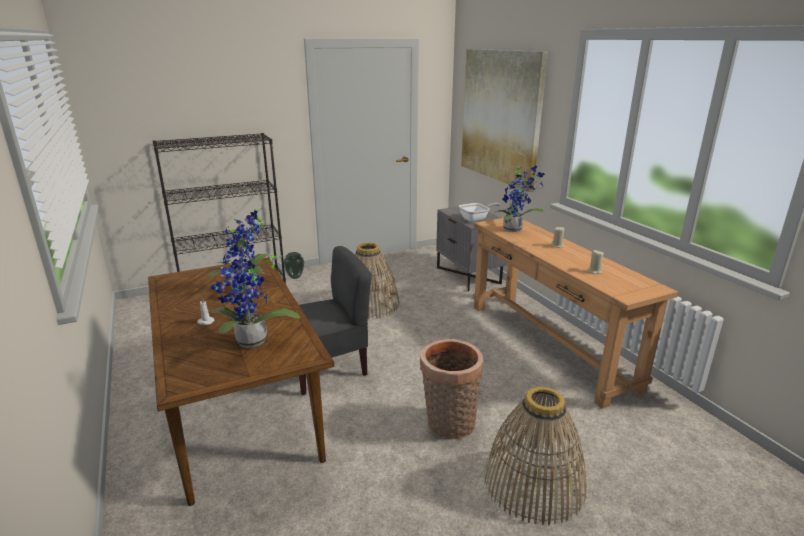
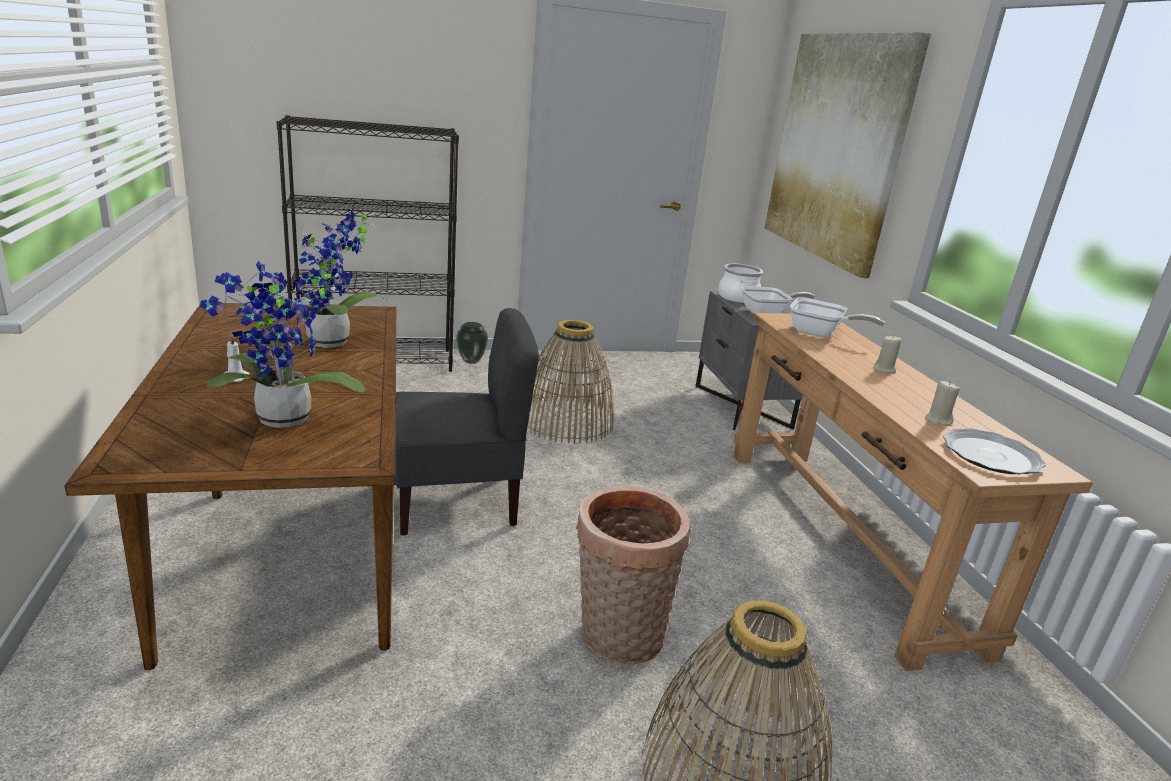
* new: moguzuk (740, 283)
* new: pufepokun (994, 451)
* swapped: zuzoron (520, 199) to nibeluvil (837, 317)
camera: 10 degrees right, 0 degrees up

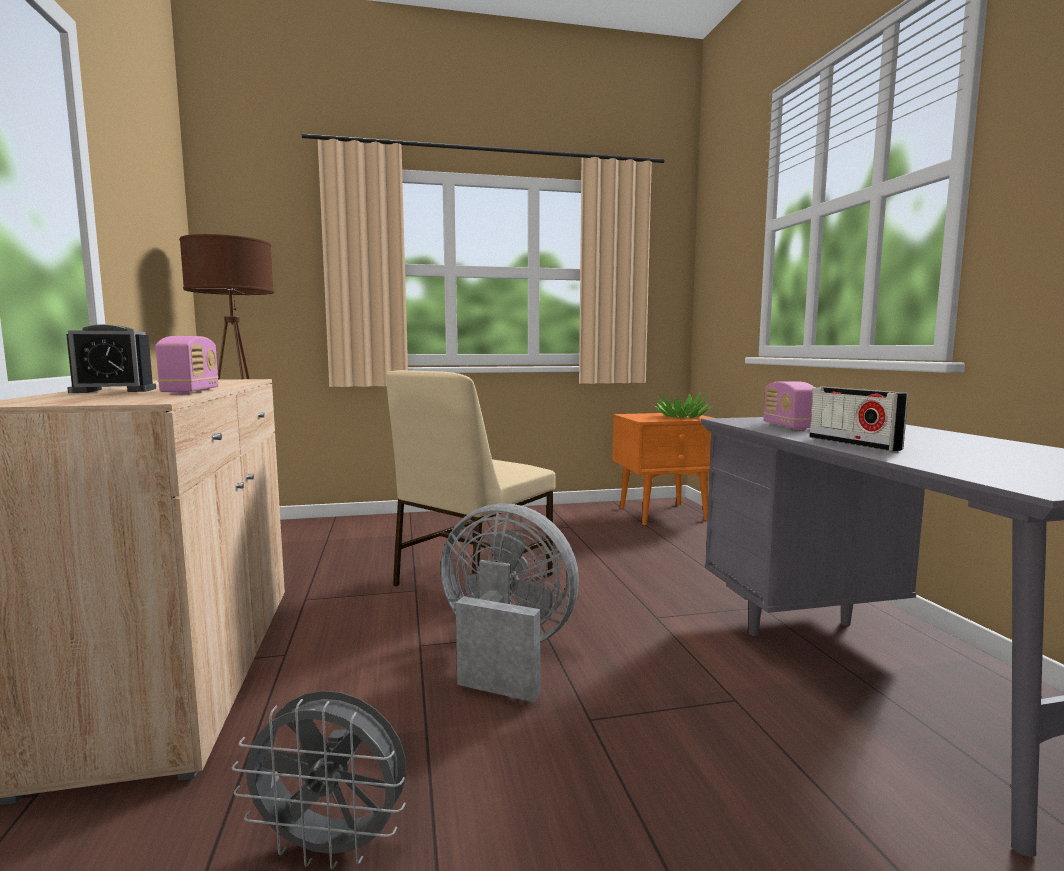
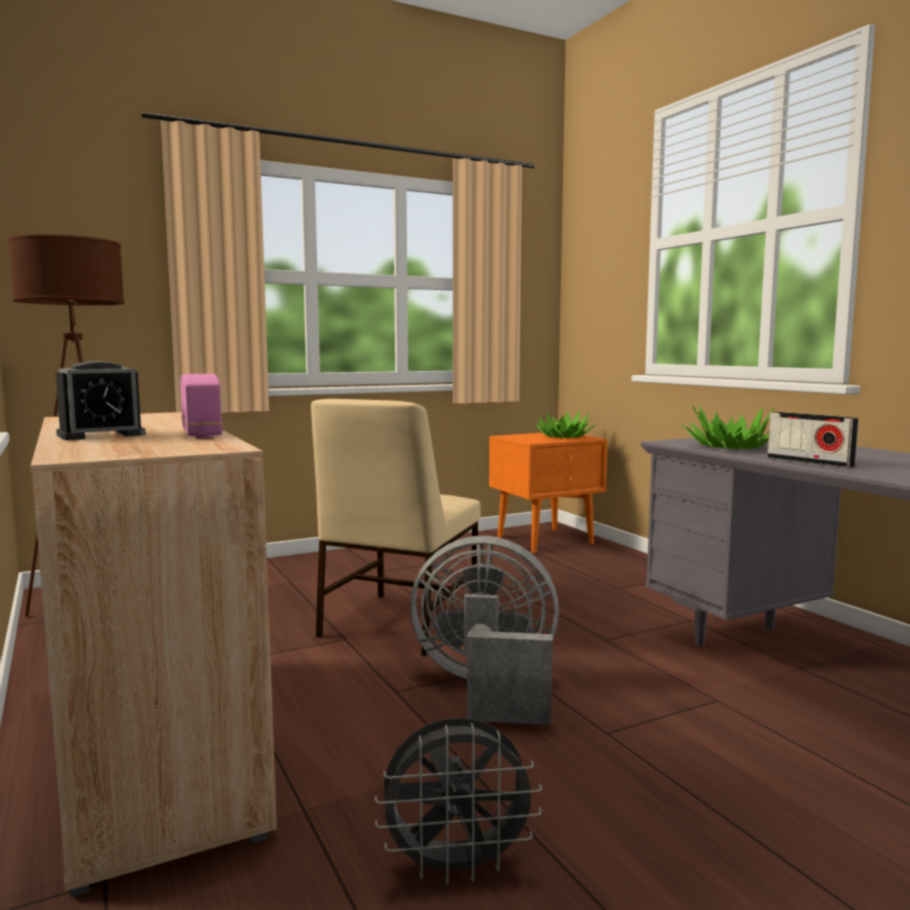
* swapped: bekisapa (788, 405) to zuzoron (727, 427)
camera: 15 degrees left, 0 degrees up

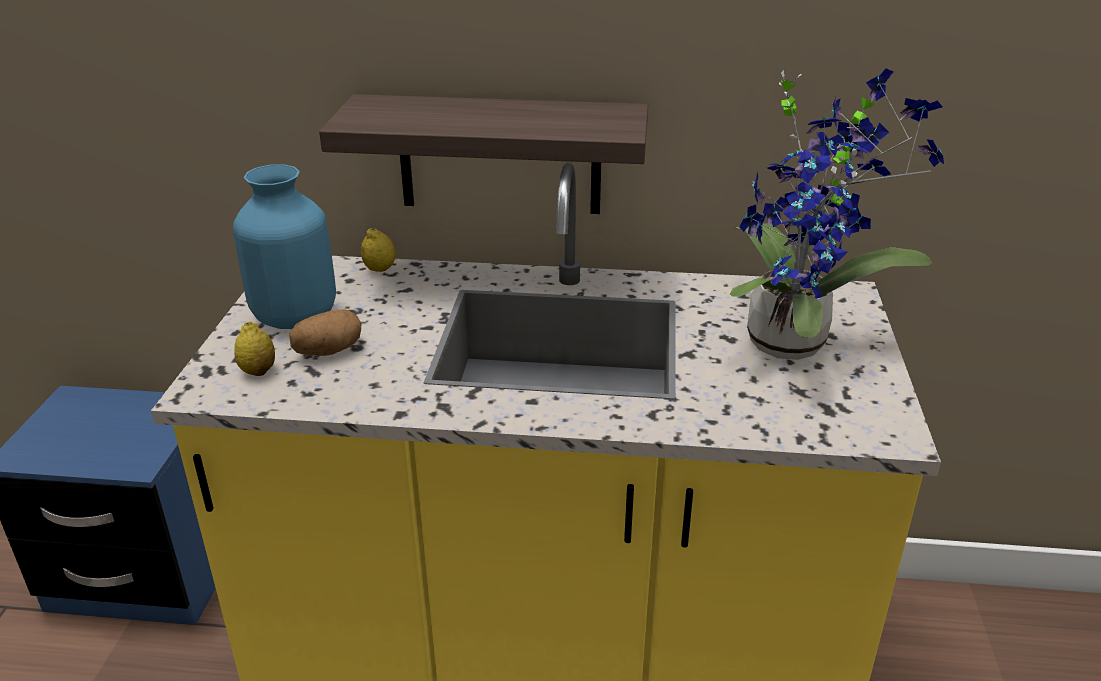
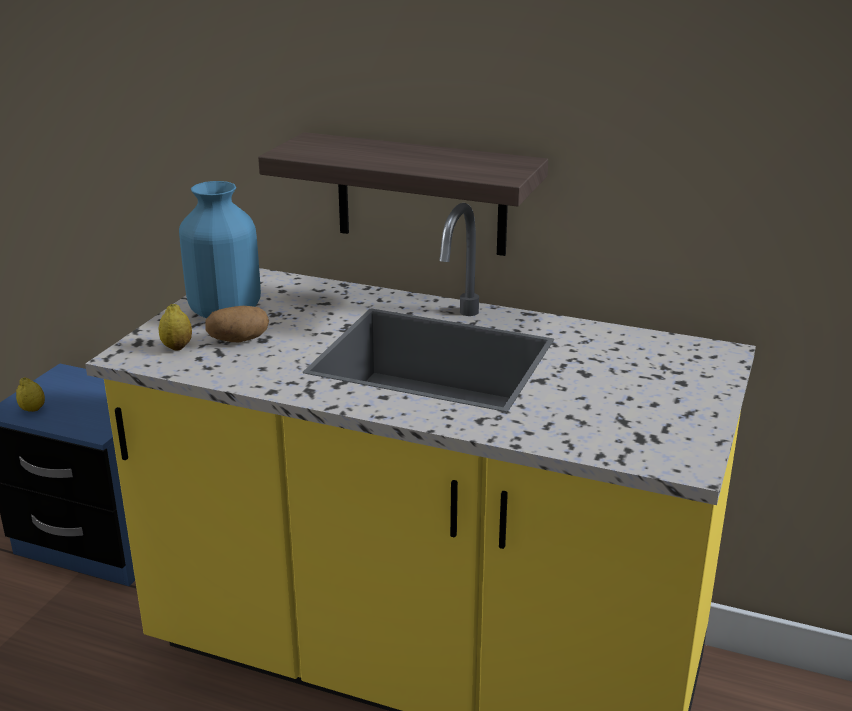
* gone: zuzoron (837, 214)
* shifted: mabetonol (378, 250) to (30, 394)
camera: 15 degrees right, 5 degrees down

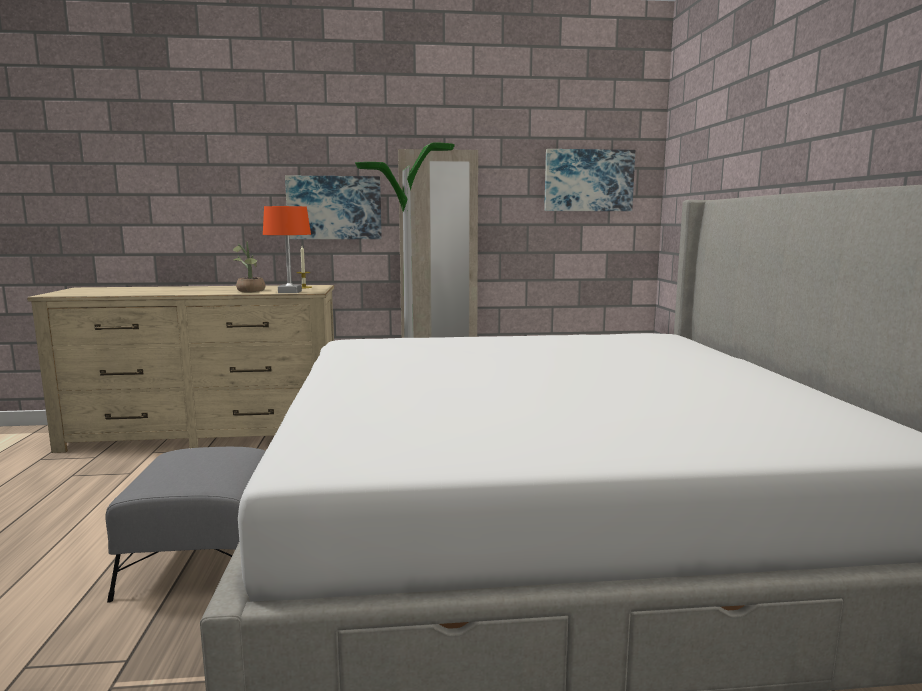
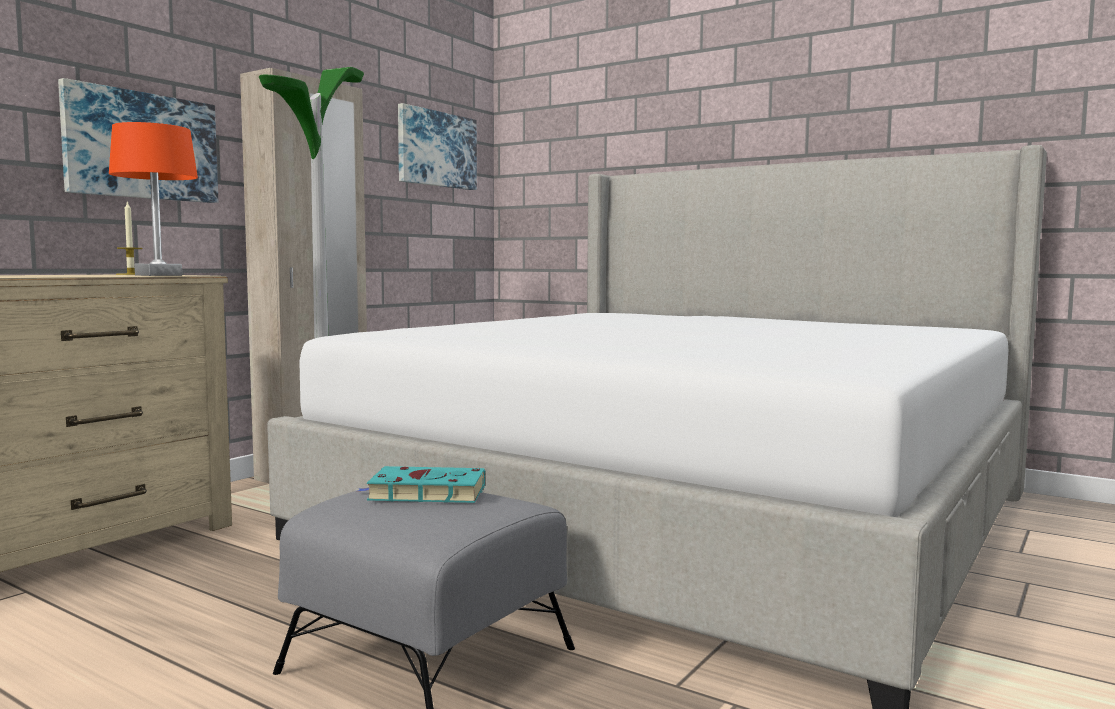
* gone: zuzoron (249, 266)
* new: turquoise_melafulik (421, 484)
camera: 50 degrees left, 5 degrees down

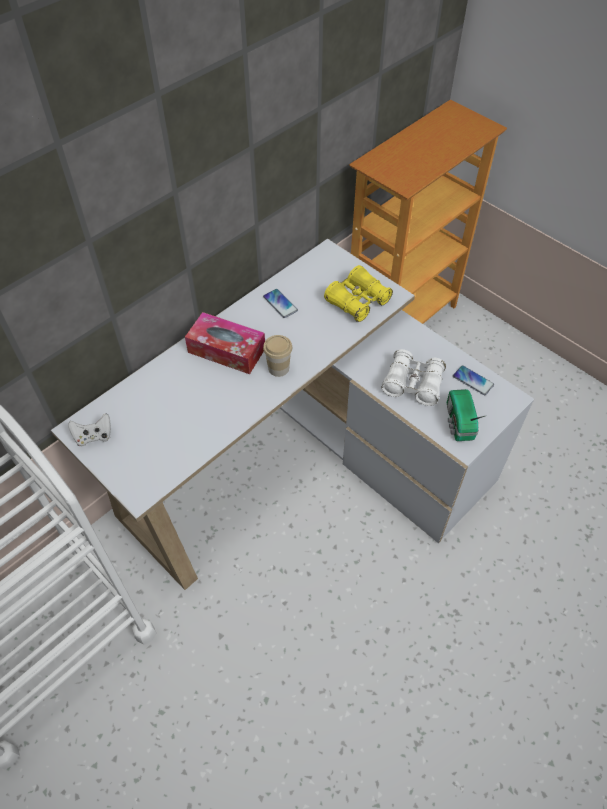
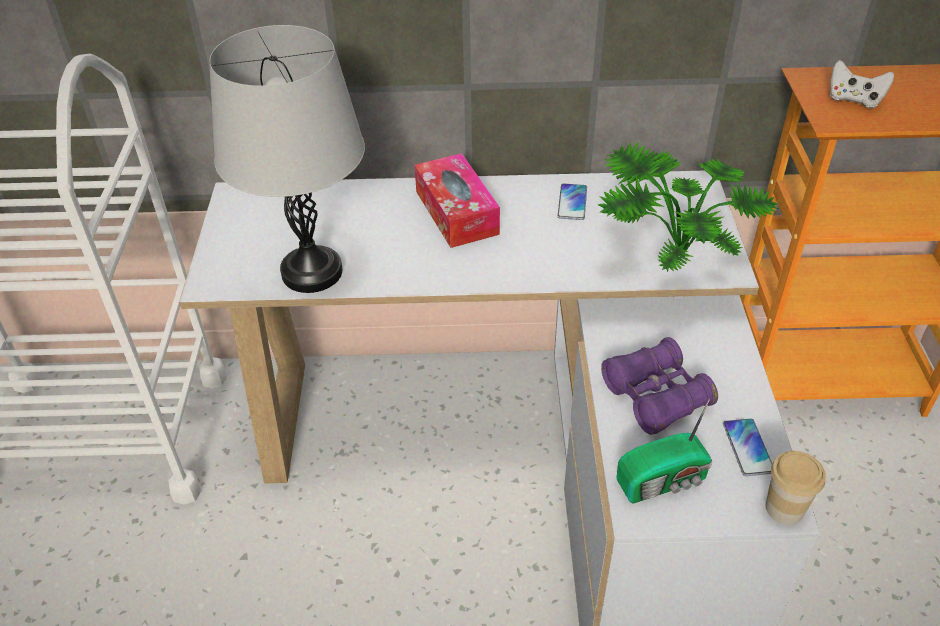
* new: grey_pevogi (287, 159)
* shifted: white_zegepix (89, 430) to (862, 84)
* shifted: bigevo (277, 356) to (795, 488)
* swapped: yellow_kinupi (358, 293) to zuzoron (688, 207)
* repainted: white_kinupi (414, 377) to purple_kinupi (659, 386)
* rotated: bekisapa (466, 415) = (664, 450) 150 degrees counterclockwise
camera: 45 degrees right, 10 degrees down

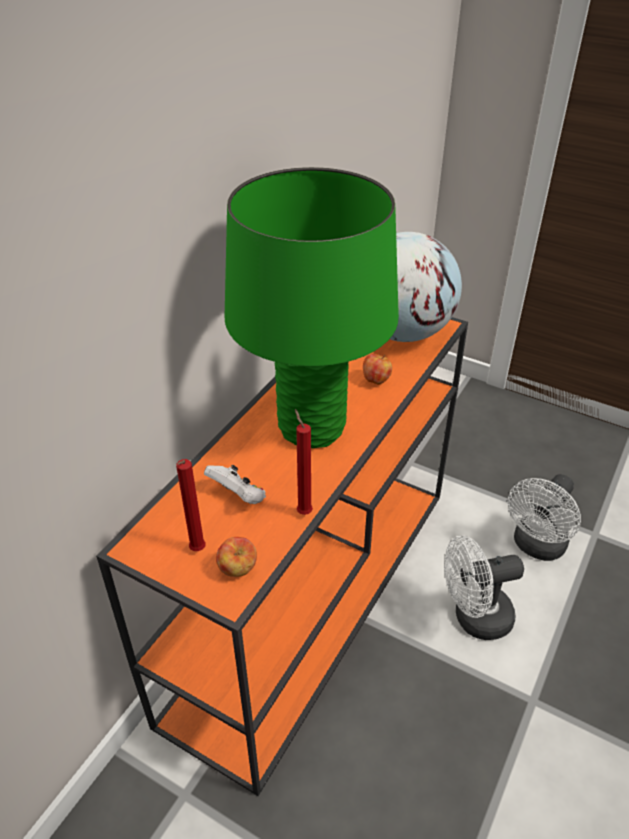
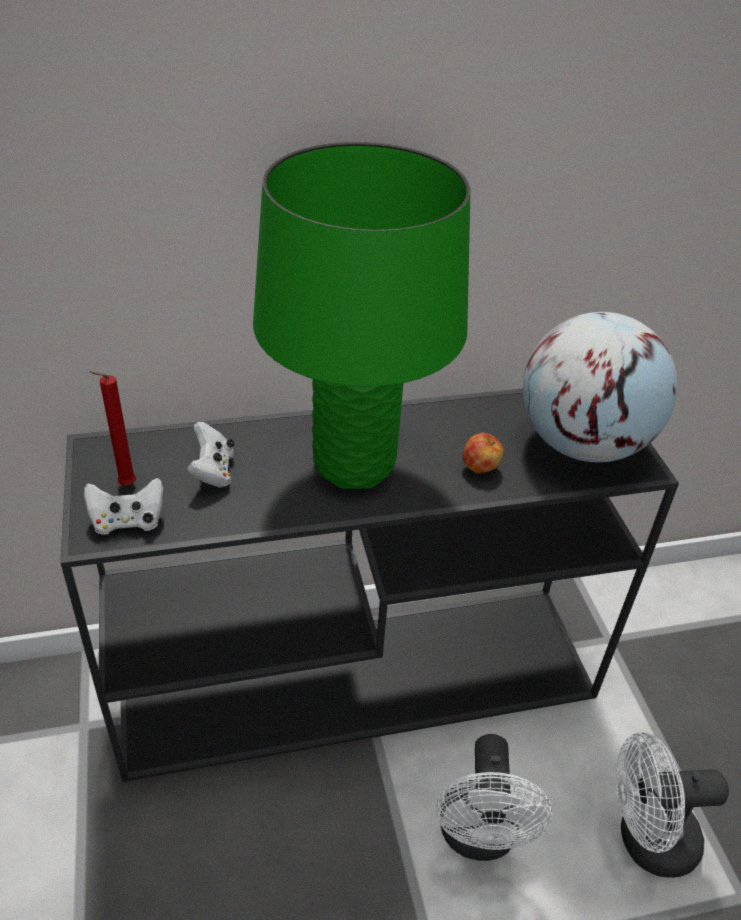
* gone: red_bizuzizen (304, 462)
* swapped: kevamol (236, 557) to white_zegepix (123, 506)
* repainted: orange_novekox (282, 556) to black_novekox (369, 585)
* rotated: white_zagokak (484, 588) = (494, 797) 120 degrees counterclockwise
camera: 45 degrees right, 0 degrees up

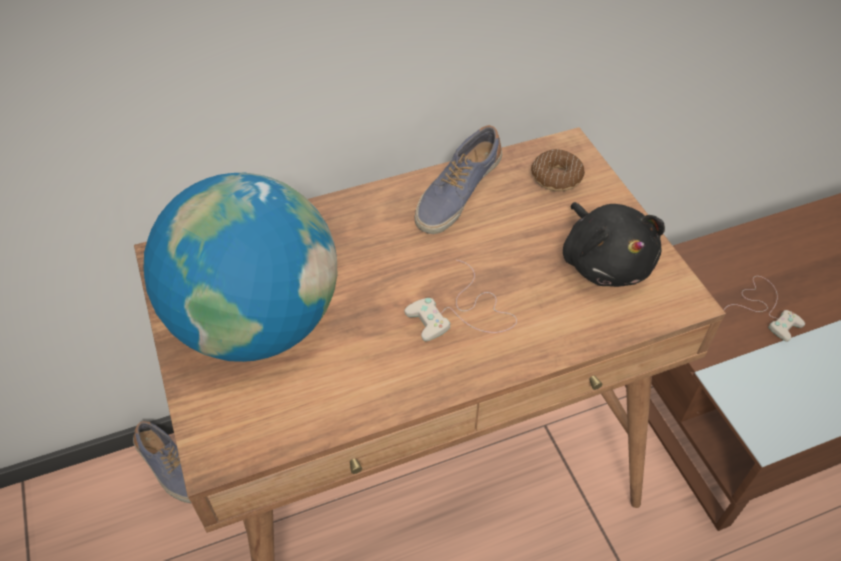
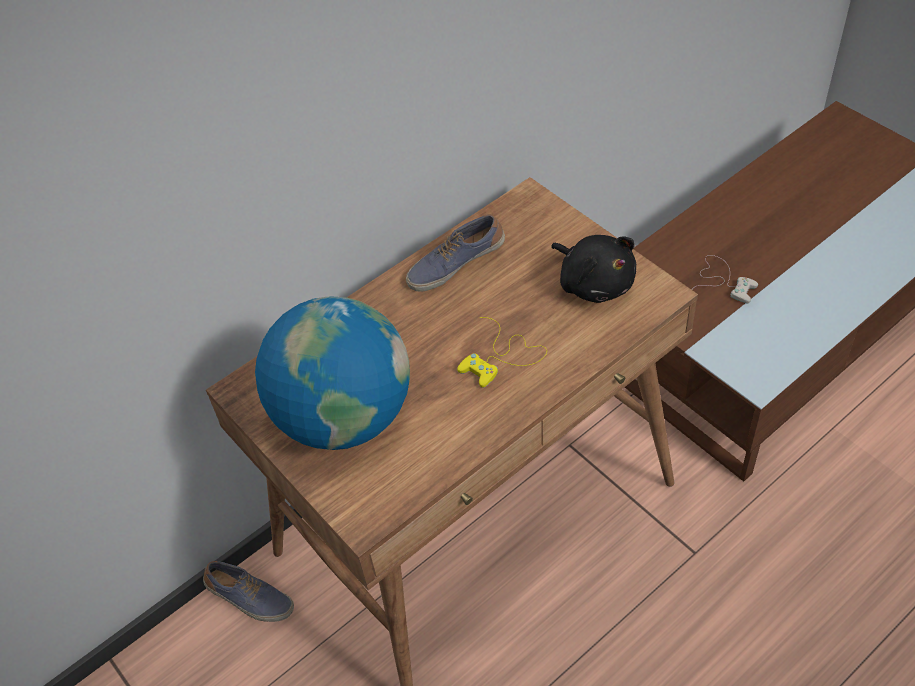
* gone: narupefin (558, 170)
* repainted: white_zegepix (460, 300) to yellow_zegepix (502, 352)
* rotated: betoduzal (458, 179) = (455, 253) 45 degrees clockwise
camera: 15 degrees left, 0 degrees up

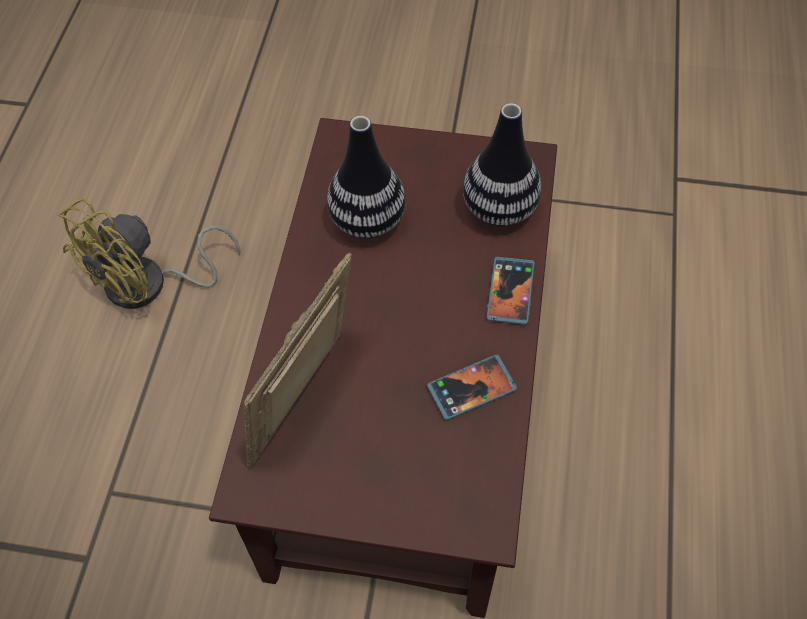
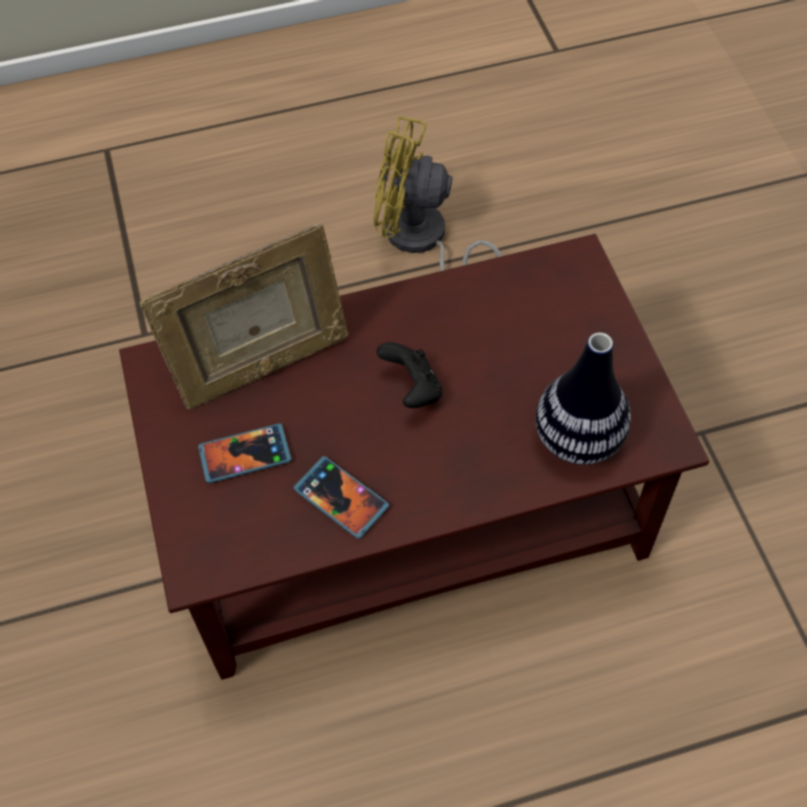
* gone: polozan (366, 177)
* new: black_zegepix (409, 375)
* shifted: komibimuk (510, 291) to (245, 453)
* rotated: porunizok (298, 360) = (244, 316) 150 degrees clockwise
camera: 65 degrees right, 0 degrees up

